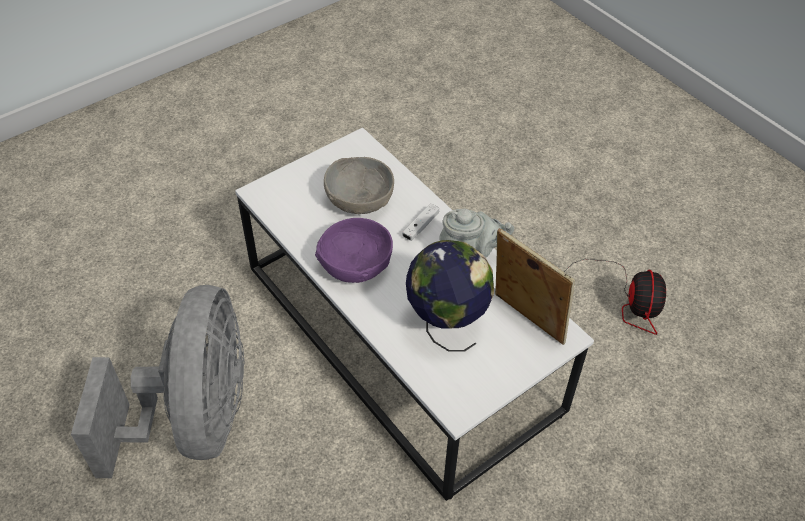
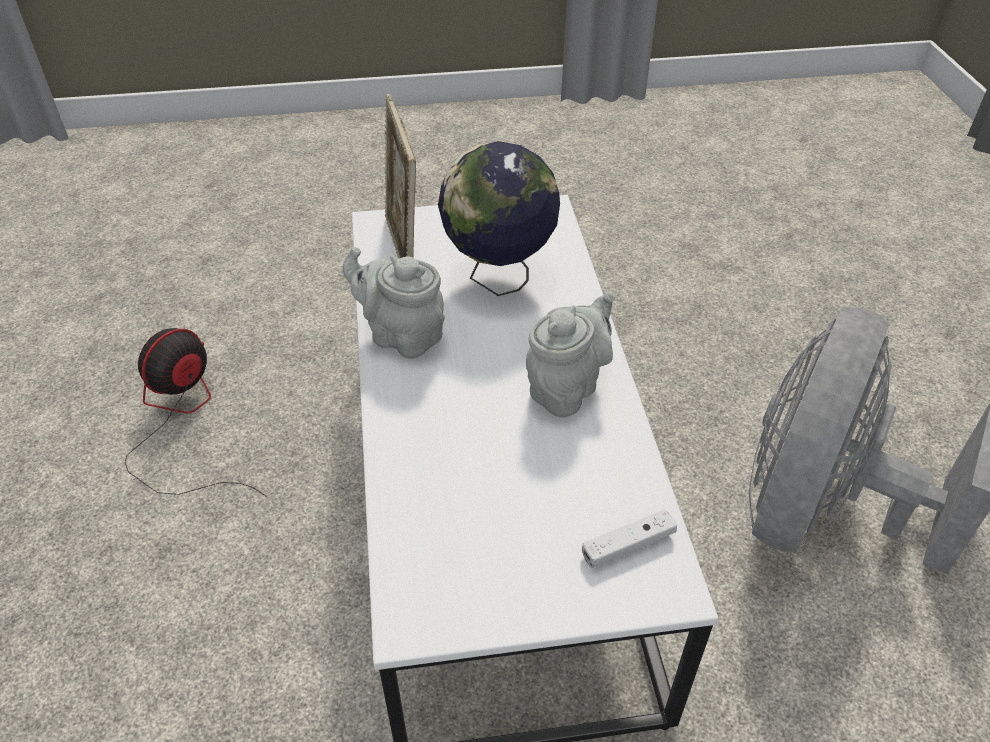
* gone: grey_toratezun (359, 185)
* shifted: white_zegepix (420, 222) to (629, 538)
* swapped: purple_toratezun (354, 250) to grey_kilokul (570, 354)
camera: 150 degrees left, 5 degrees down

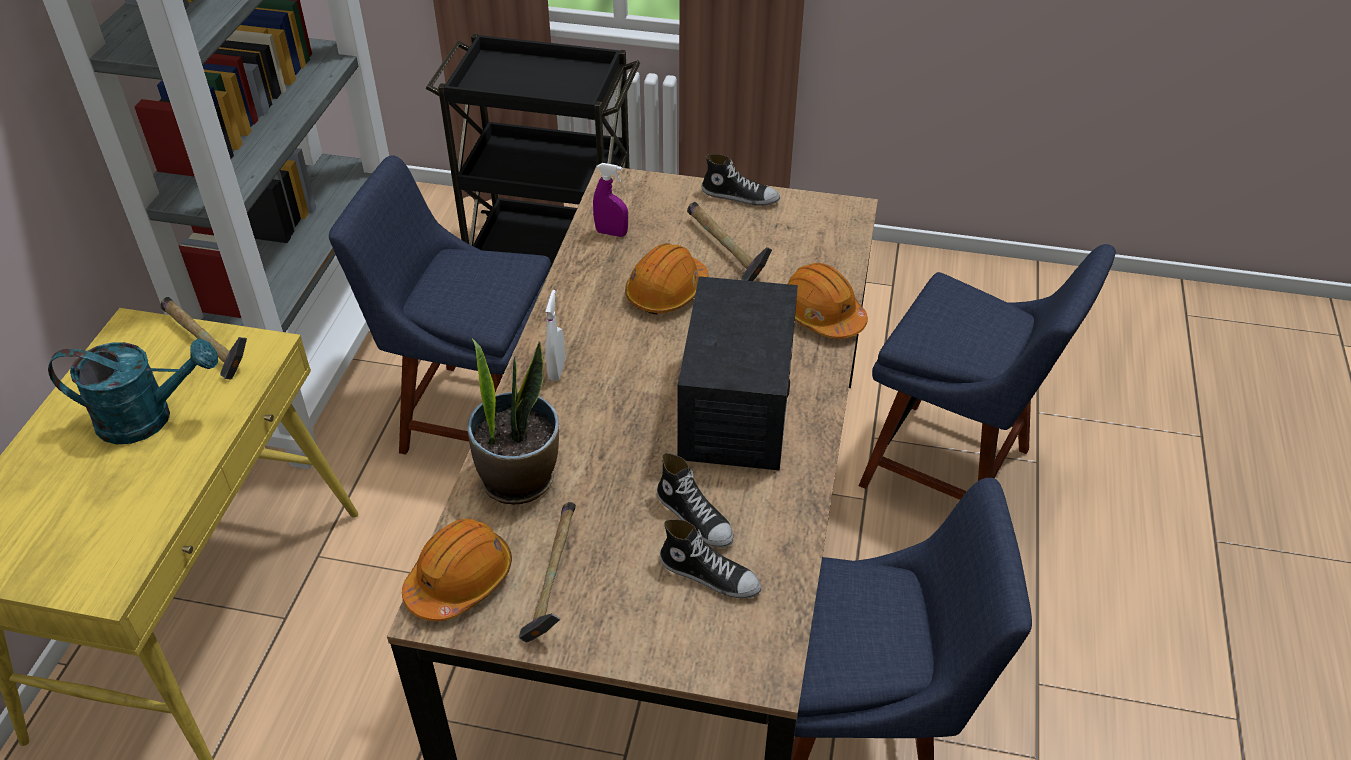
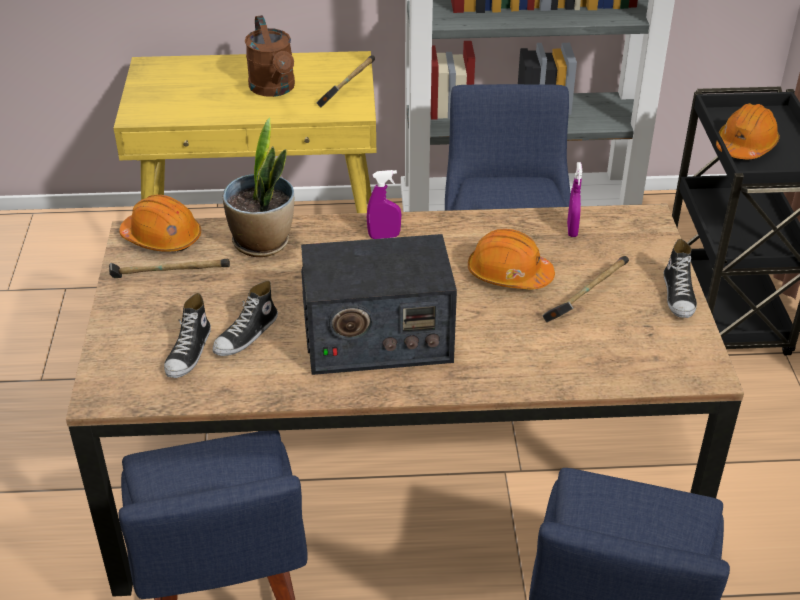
* shifted: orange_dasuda (828, 301) to (748, 131)
* repainted: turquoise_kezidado (133, 391) to brown_kezidado (270, 56)
* repainted: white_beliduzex (555, 335) to purple_beliduzex (384, 204)
camera: 75 degrees right, 5 degrees down

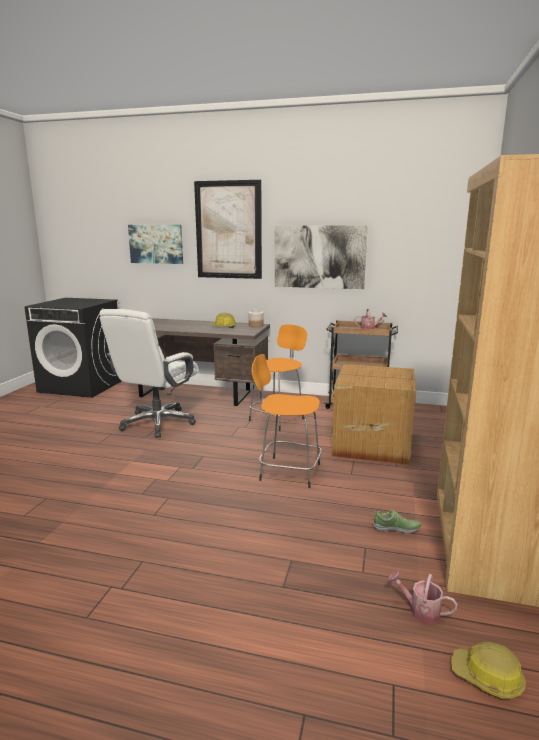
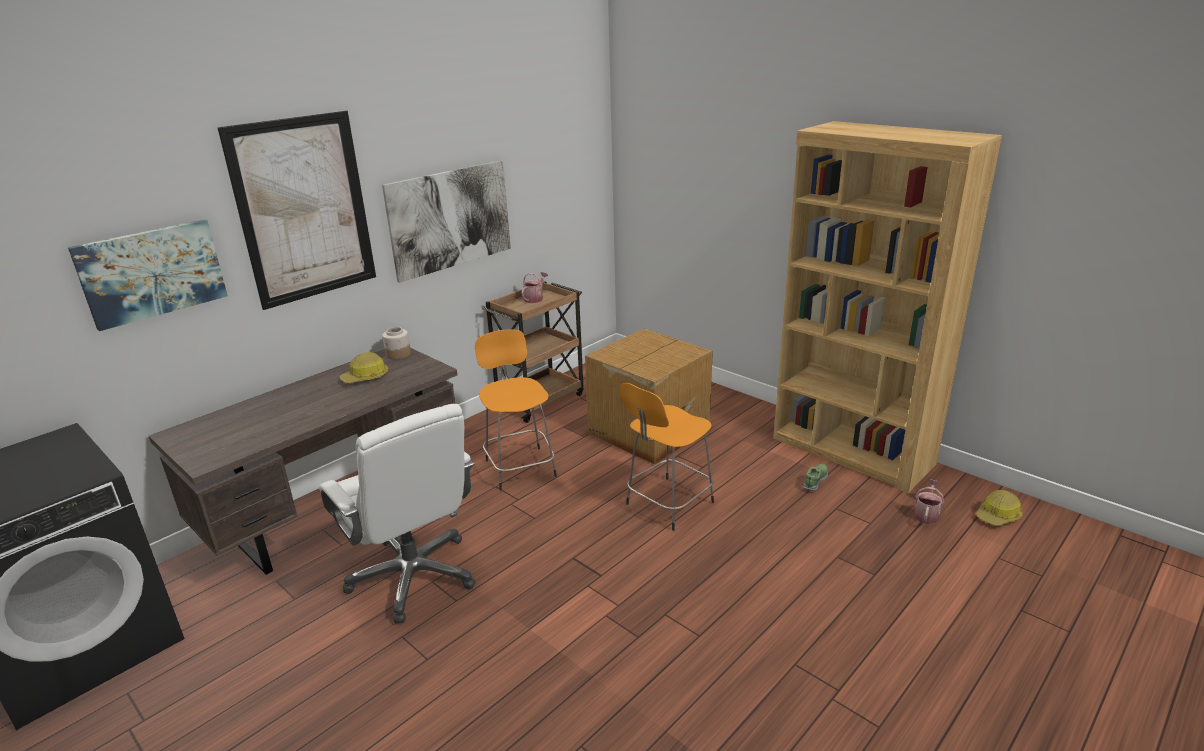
* rotated: kezidado (423, 597) = (928, 501) 150 degrees clockwise
camera: 60 degrees left, 10 degrees up

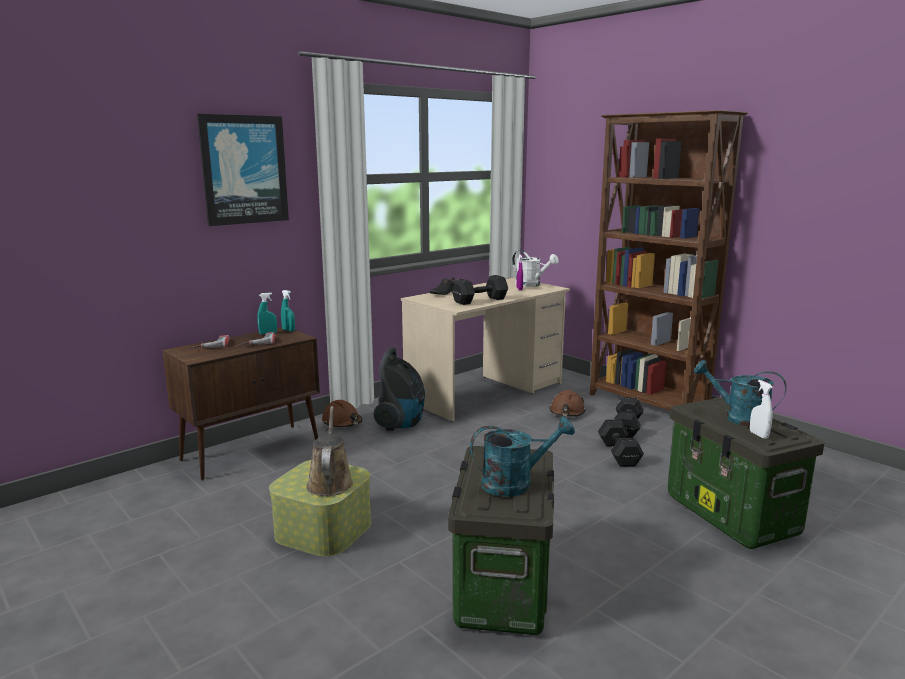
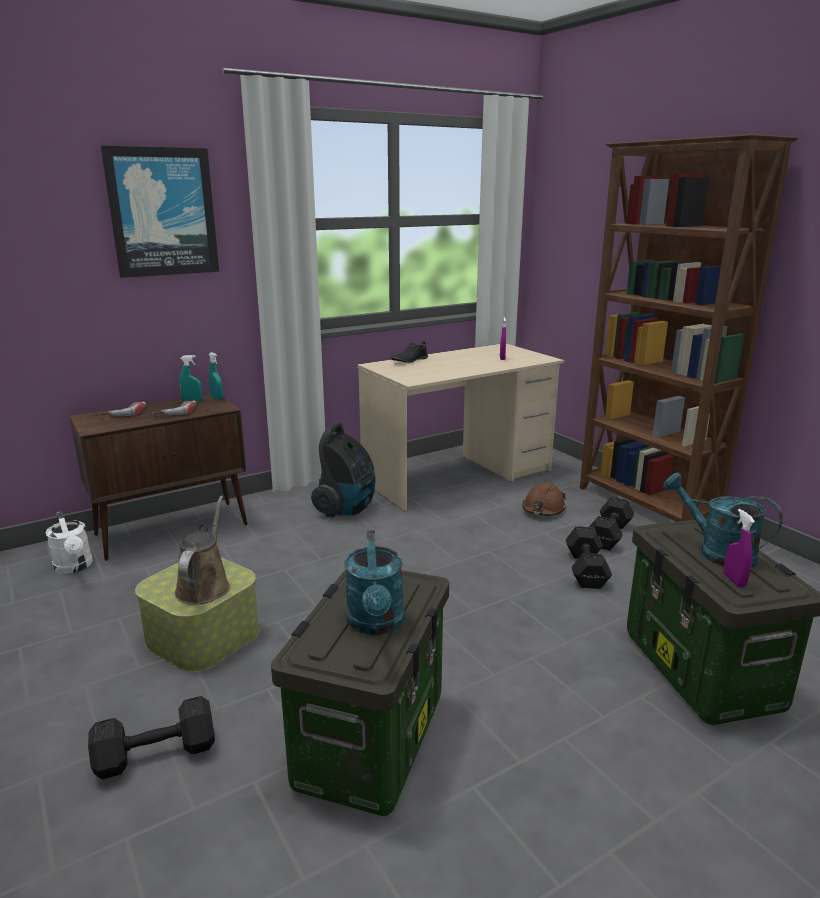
* gone: brown_dasuda (342, 413)
* shifted: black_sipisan (480, 290) to (151, 737)
* shifted: white_kezidado (535, 268) to (69, 542)
* repainted: white_beliduzex (761, 409) to purple_beliduzex (739, 548)
* rotated: turquoise_kezidado (522, 456) = (374, 582) 90 degrees clockwise
camera: 10 degrees right, 5 degrees up

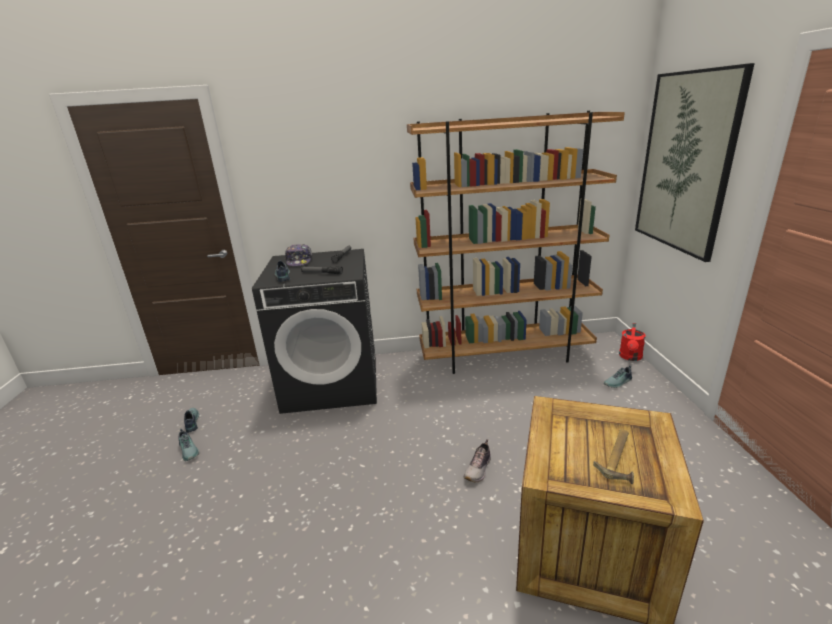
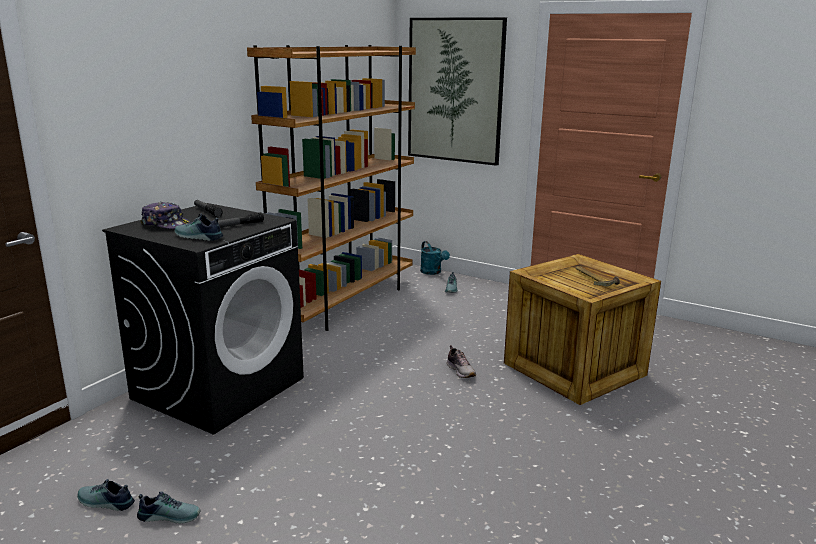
* repainted: red_kezidado (632, 342) to turquoise_kezidado (435, 258)
camera: 55 degrees left, 5 degrees down

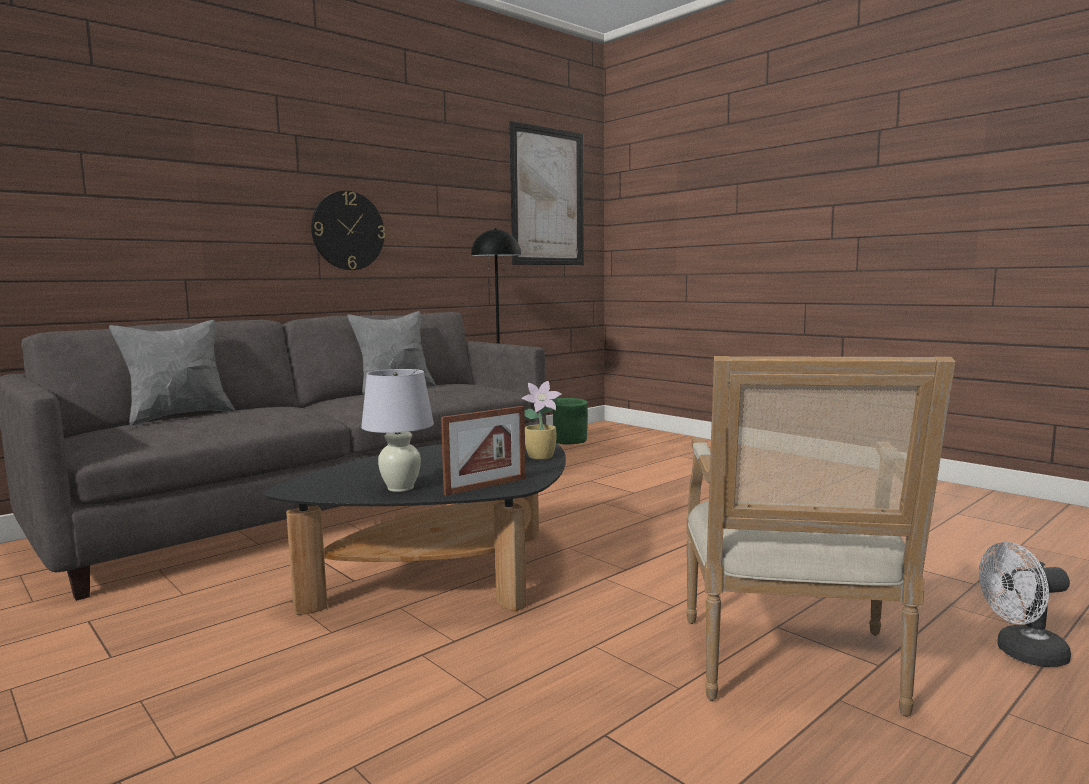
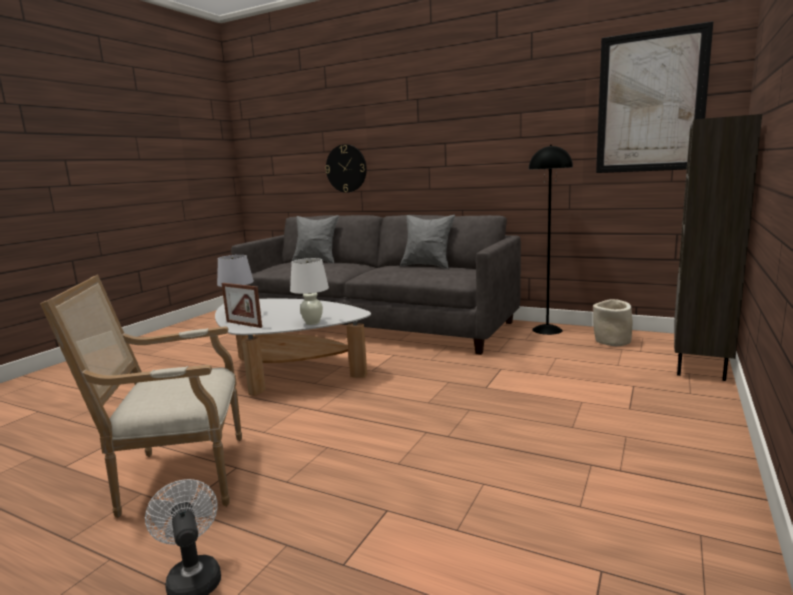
* new: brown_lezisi (718, 247)
* shifted: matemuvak (348, 230) to (346, 168)
* swapped: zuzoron (541, 420) to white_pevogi (309, 291)
* repainted: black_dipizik (415, 529) to white_dipizik (293, 347)
* repainted: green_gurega (570, 421) to beige_gurega (612, 322)
camera: 70 degrees right, 5 degrees up

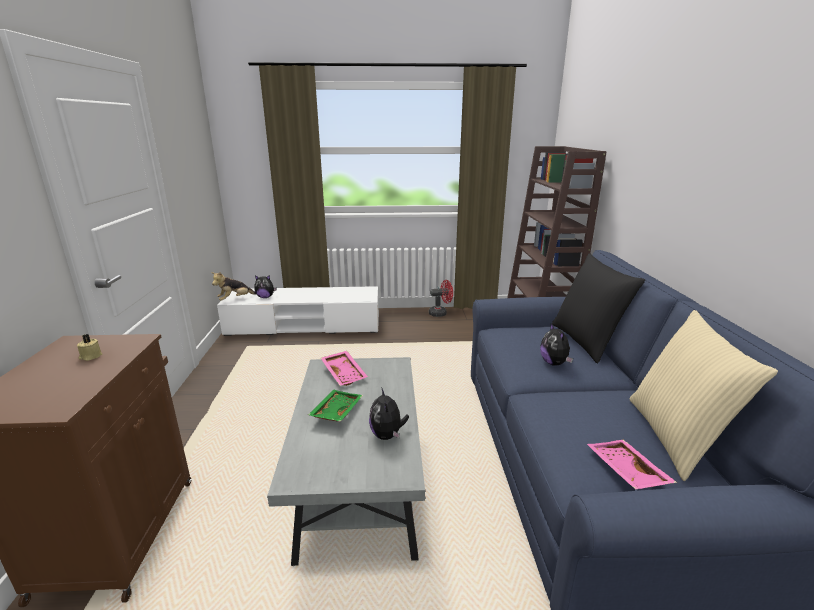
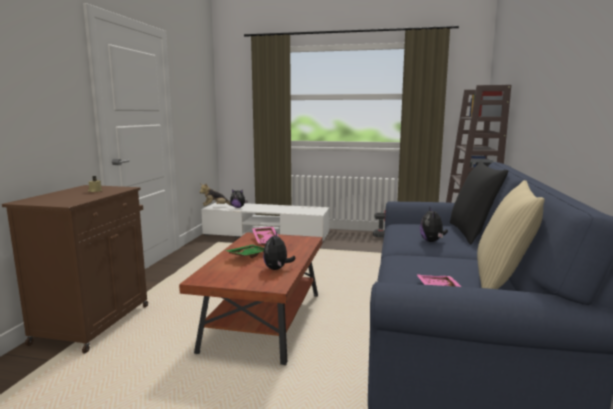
* repainted: grey_dipizik (346, 461) to brown_dipizik (251, 298)
camera: 15 degrees right, 10 degrees down

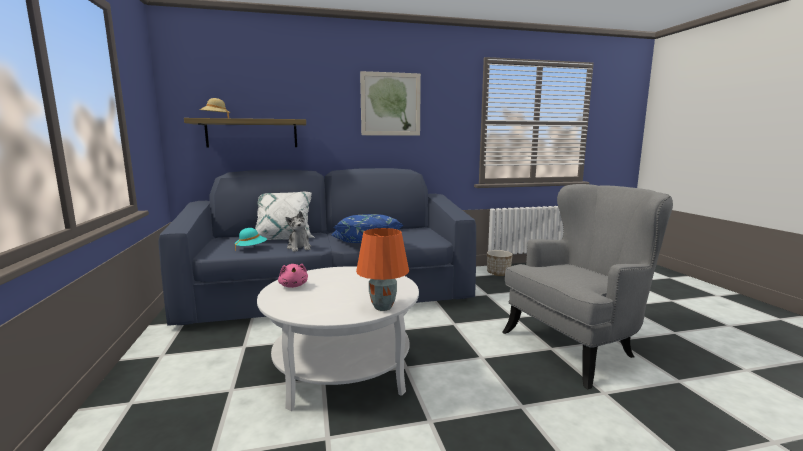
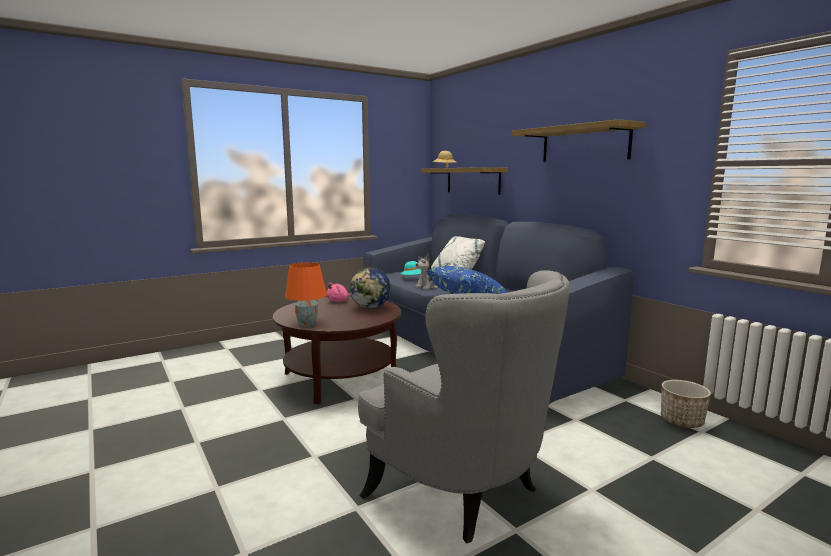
* new: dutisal (370, 288)
* swapped: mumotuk (390, 103) to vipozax (579, 140)
* repainted: white_dipizik (338, 338) to brown_dipizik (337, 350)
camera: 70 degrees right, 0 degrees up

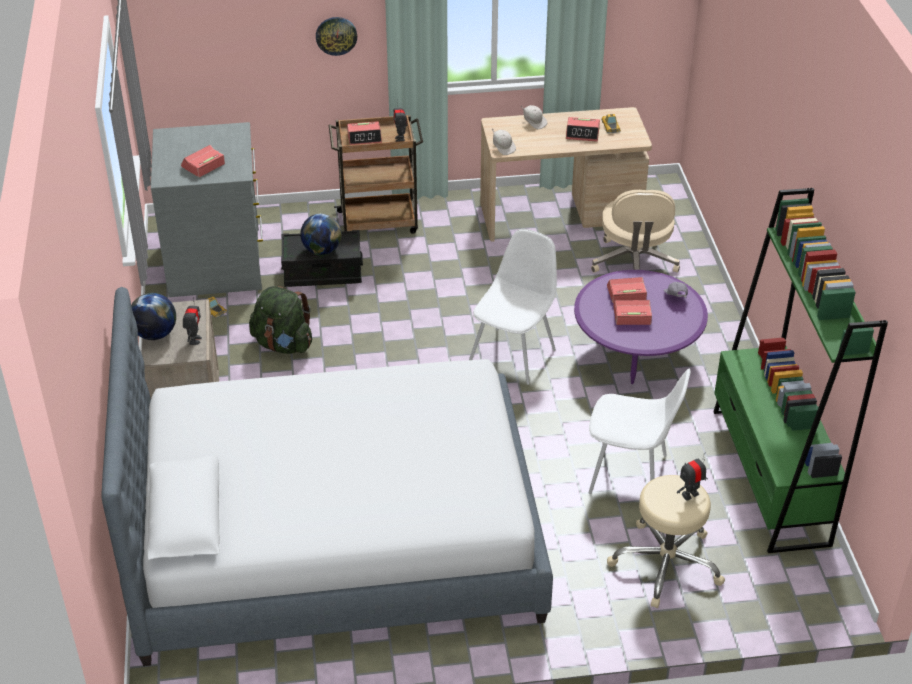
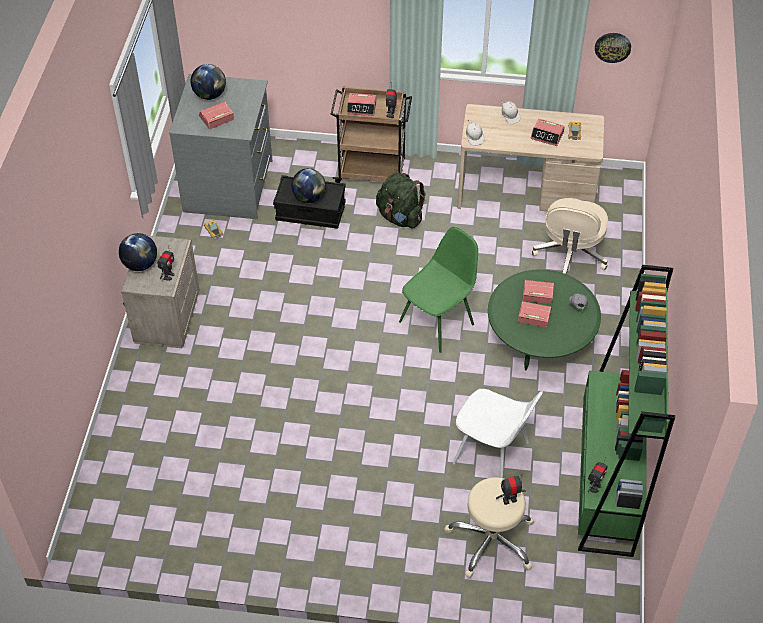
* gone: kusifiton (327, 476)
* new: dutisal (208, 82)
* new: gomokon (597, 476)
* shifted: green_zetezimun (280, 320) to (401, 201)
* shifted: matemuvak (336, 36) to (613, 48)
* repainted: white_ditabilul (513, 307) to green_ditabilul (438, 290)
* repainted: purple_dipizik (641, 327) to green_dipizik (544, 320)
camera: 15 degrees right, 10 degrees up

